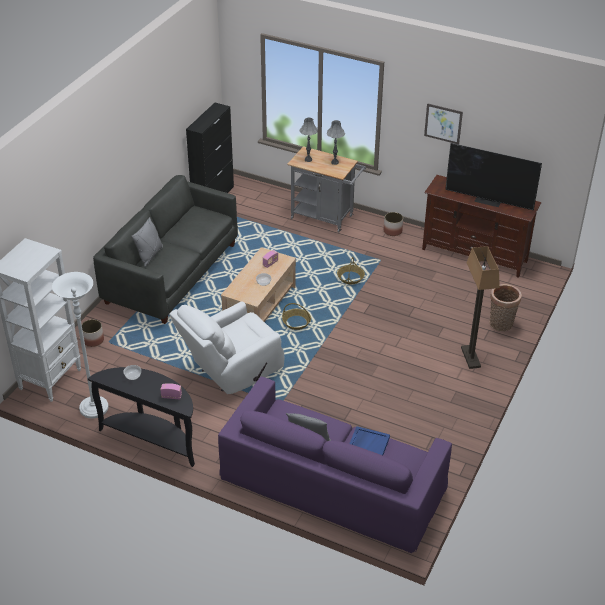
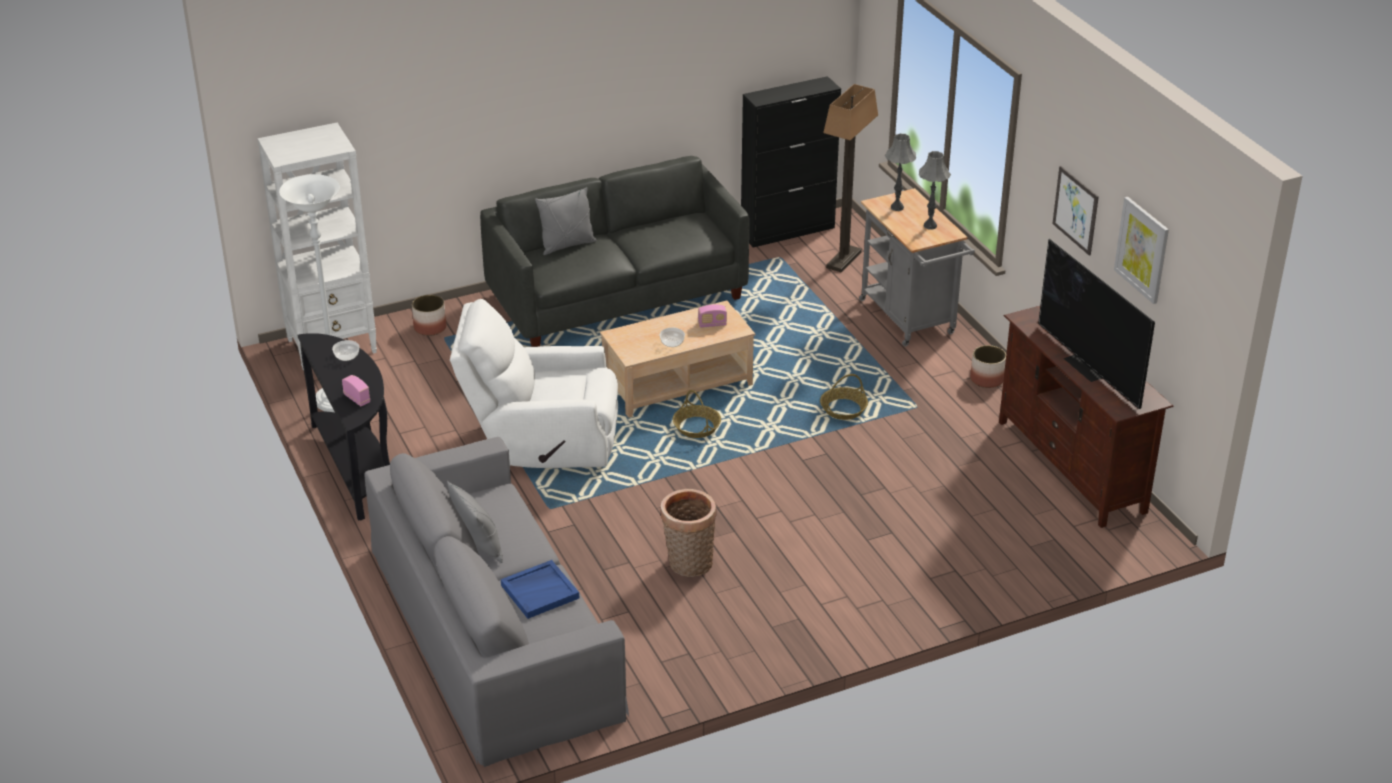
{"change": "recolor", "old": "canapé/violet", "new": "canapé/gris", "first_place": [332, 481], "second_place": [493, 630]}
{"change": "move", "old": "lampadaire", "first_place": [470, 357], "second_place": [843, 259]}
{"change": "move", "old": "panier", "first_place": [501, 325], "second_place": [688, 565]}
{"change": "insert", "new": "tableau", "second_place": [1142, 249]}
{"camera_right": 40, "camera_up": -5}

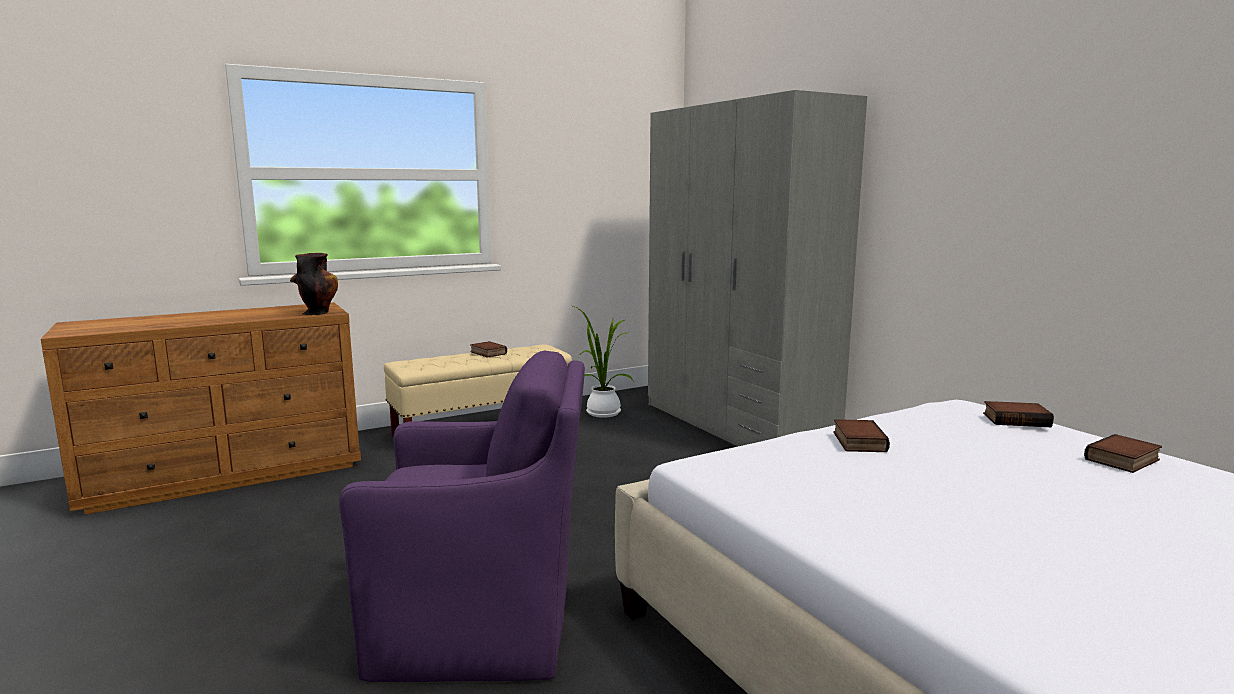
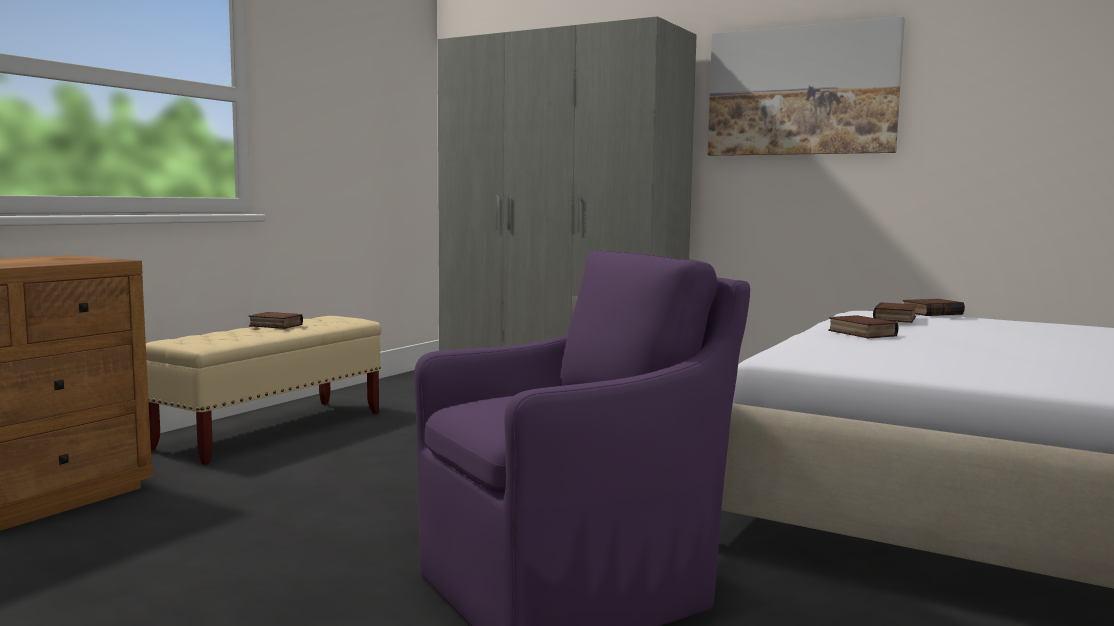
{"change": "delete", "old": "vase", "first_place": [317, 312]}
{"change": "delete", "old": "plante en pot", "first_place": [601, 412]}
{"change": "move", "old": "livre", "first_place": [1123, 460], "second_place": [896, 318]}
{"change": "insert", "new": "tableau", "second_place": [801, 91]}
{"camera_right": -30, "camera_up": -5}

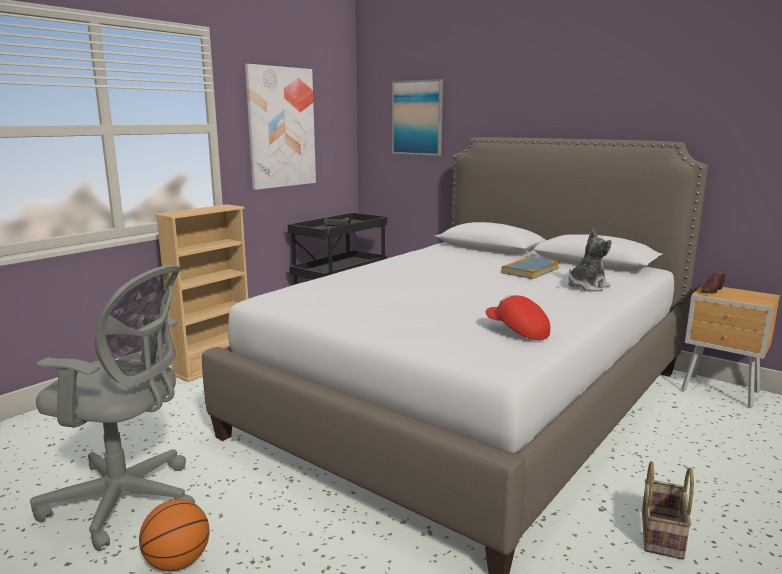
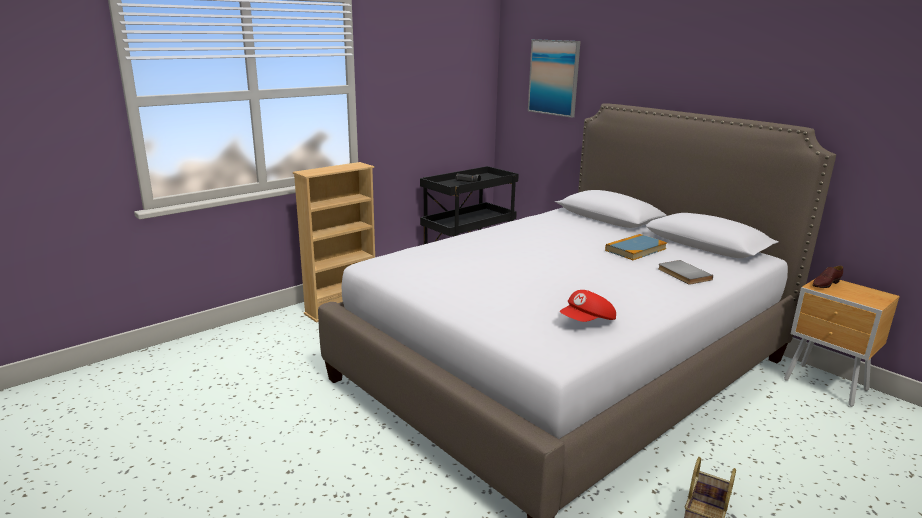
{"change": "delete", "old": "chaise de bureau/gris", "first_place": [127, 501]}
{"change": "delete", "old": "ballon de basket", "first_place": [178, 562]}
{"change": "delete", "old": "tableau", "first_place": [281, 127]}
{"change": "rotate", "old": "casquette/rouge", "first_place": [517, 332], "second_place": [587, 322], "degrees": -90}
{"change": "replace", "old": "peluche", "new": "livre/gris", "first_place": [586, 287], "second_place": [682, 274]}
{"camera_right": 10, "camera_up": 5}

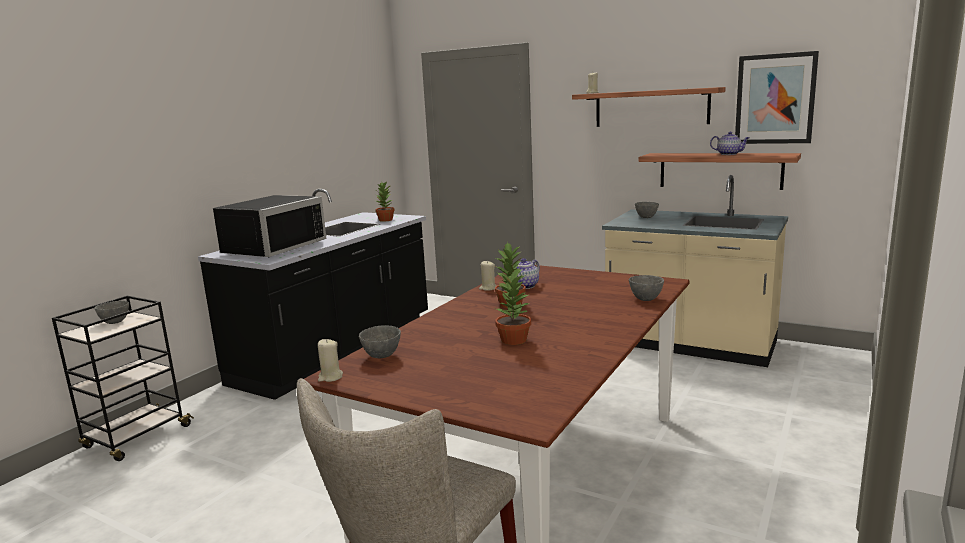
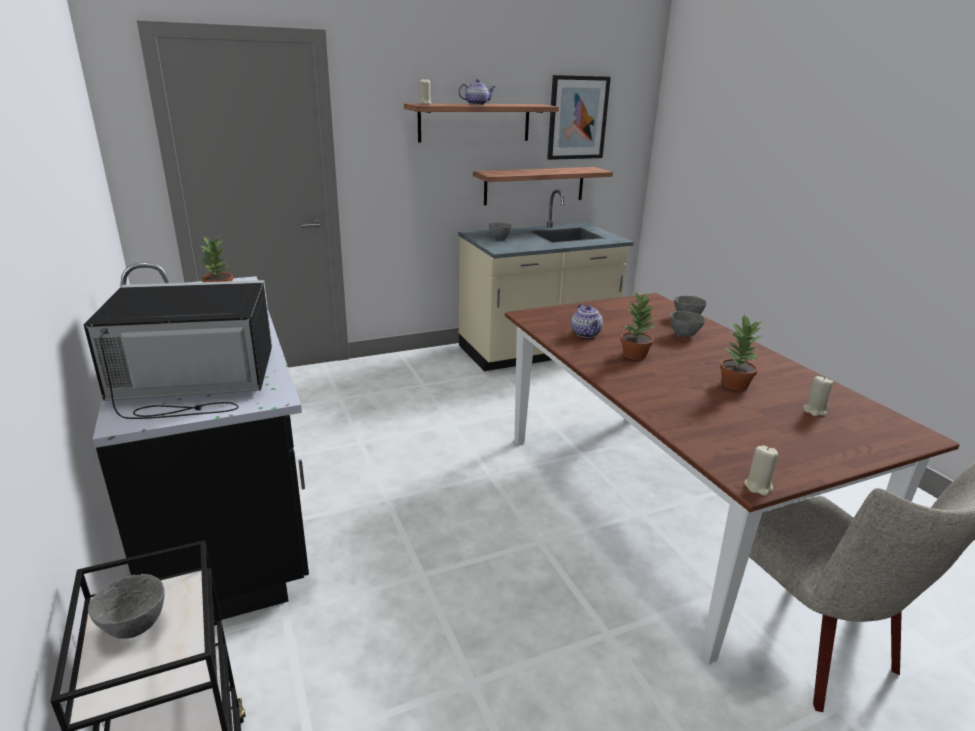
{"change": "rotate", "old": "micro-ondes/noir", "first_place": [270, 248], "second_place": [193, 380], "degrees": -75}
{"change": "move", "old": "bol/gris", "first_place": [382, 356], "second_place": [684, 335]}
{"change": "move", "old": "bougie/beige", "first_place": [488, 288], "second_place": [815, 411]}
{"change": "move", "old": "théière", "first_place": [729, 154], "second_place": [477, 104]}
{"camera_right": -55, "camera_up": 10}

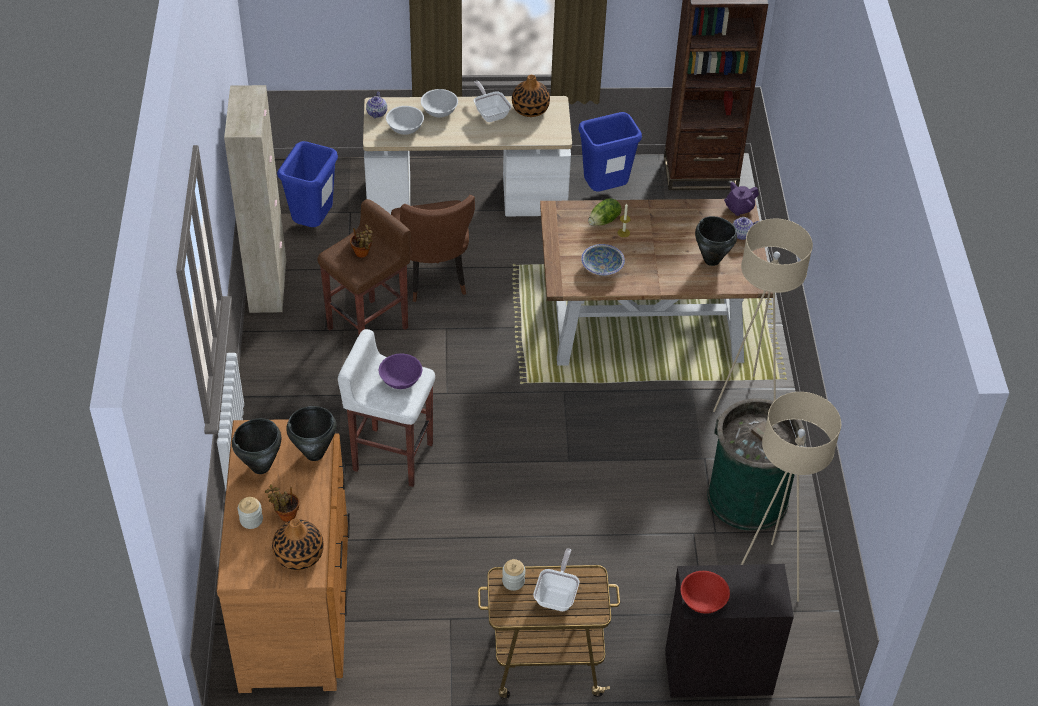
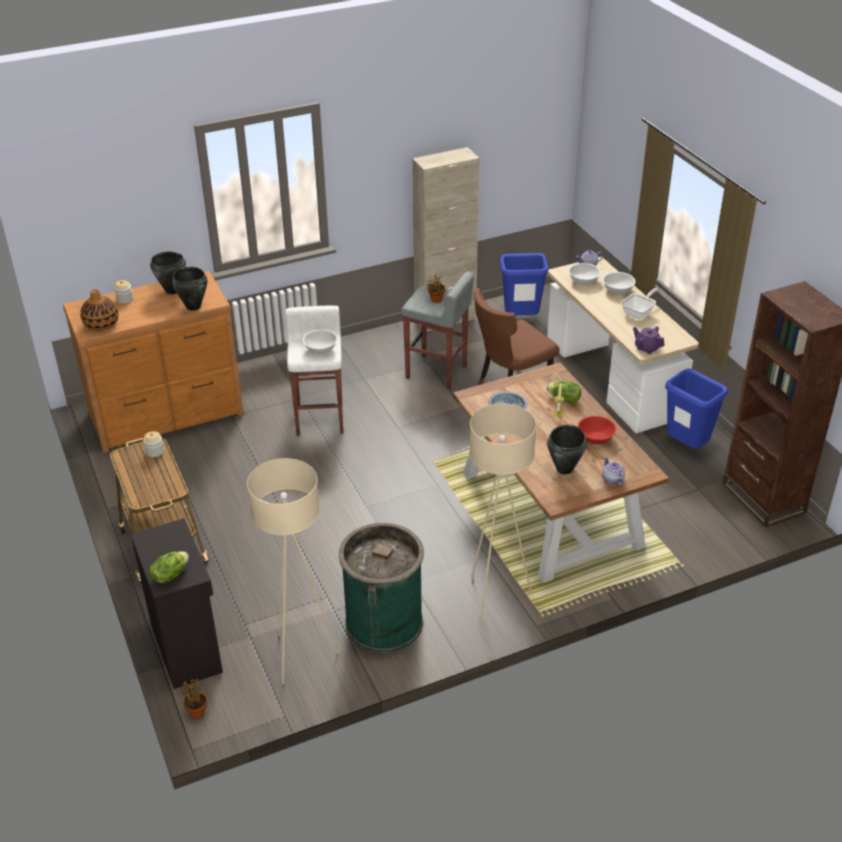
{"change": "move", "old": "plante en pot", "first_place": [285, 515], "second_place": [197, 711]}
{"change": "recolor", "old": "tabouret/marron", "new": "tabouret/gris", "first_place": [369, 328], "second_place": [437, 373]}
{"change": "recolor", "old": "bol/violet", "new": "bol/blanc", "first_place": [400, 380], "second_place": [321, 349]}
{"change": "delete", "old": "vase", "first_place": [530, 109]}
{"change": "delete", "old": "poêle", "first_place": [557, 595]}
{"change": "move", "old": "bol/rouge", "first_place": [702, 601], "second_place": [595, 438]}
{"change": "move", "old": "théière/violet", "first_place": [739, 208], "second_place": [647, 348]}
{"change": "insert", "new": "laitue", "second_place": [170, 575]}
{"camera_right": 70, "camera_up": -10}

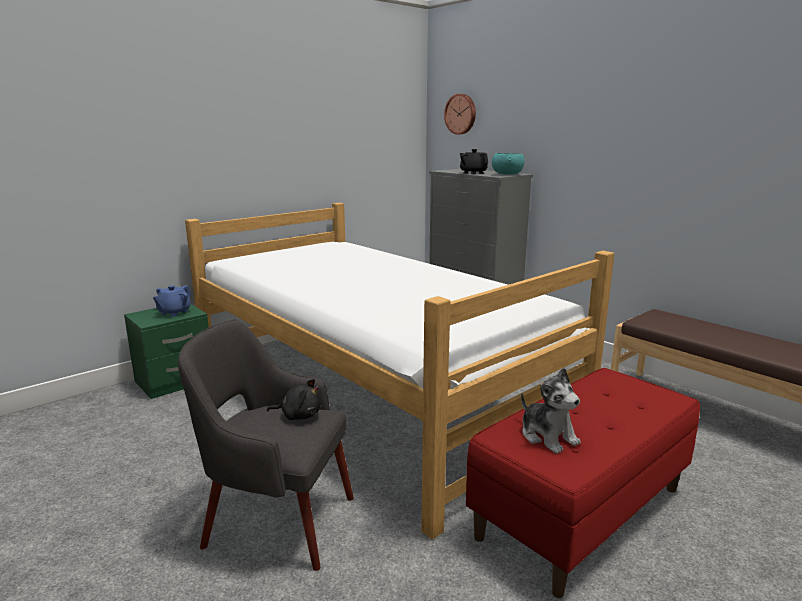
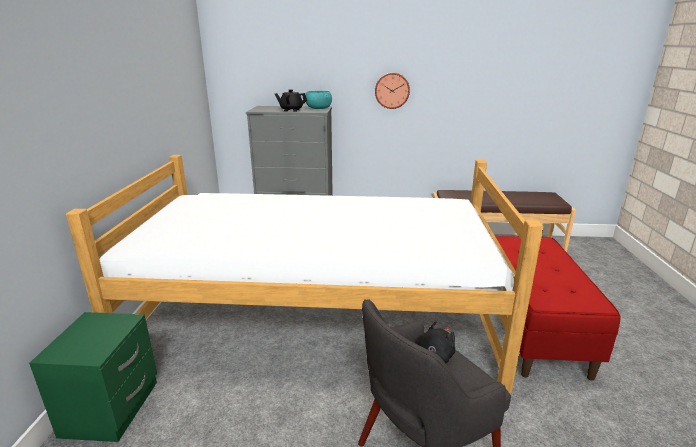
{"change": "delete", "old": "théière/bleu", "first_place": [174, 312]}
{"change": "move", "old": "horloge murale", "first_place": [461, 114], "second_place": [392, 90]}
{"change": "delete", "old": "peluche", "first_place": [548, 436]}
{"camera_right": -45, "camera_up": 5}

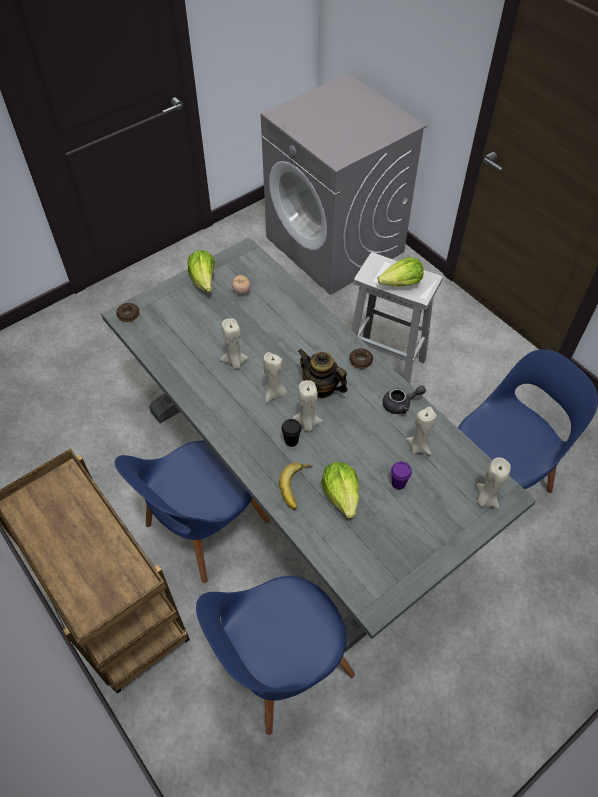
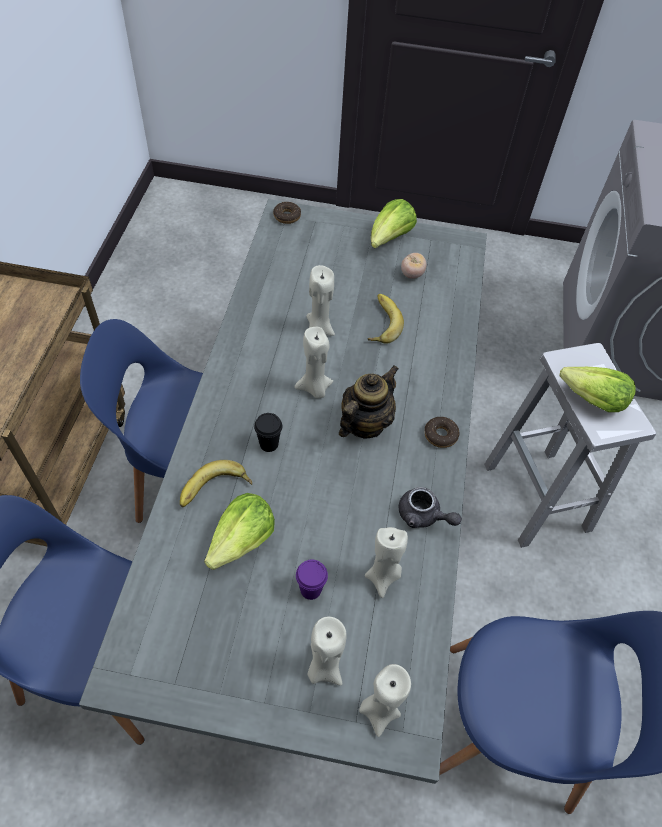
{"change": "move", "old": "bougie/beige", "first_place": [307, 423], "second_place": [323, 667]}
{"change": "rotate", "old": "théière", "first_place": [321, 388], "second_place": [364, 423], "degrees": 45}
{"change": "insert", "new": "banane", "second_place": [380, 322]}
{"camera_right": 45, "camera_up": 0}

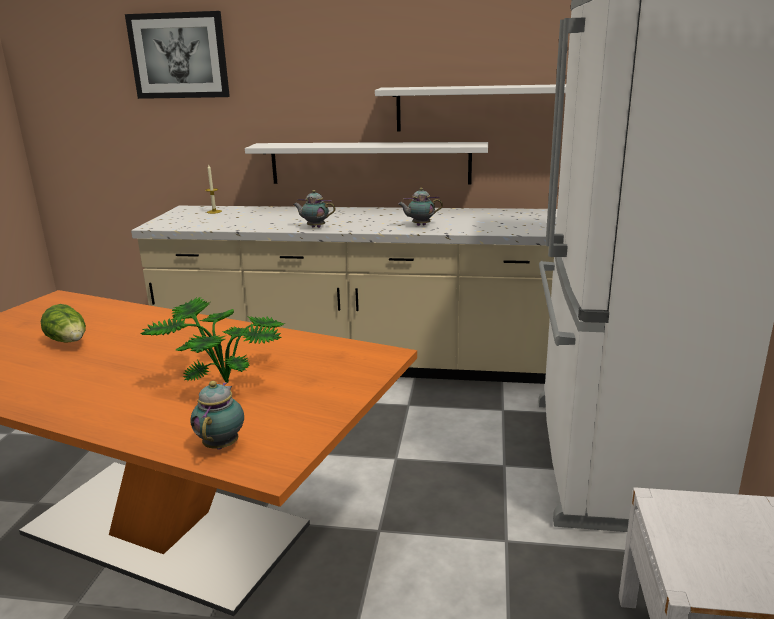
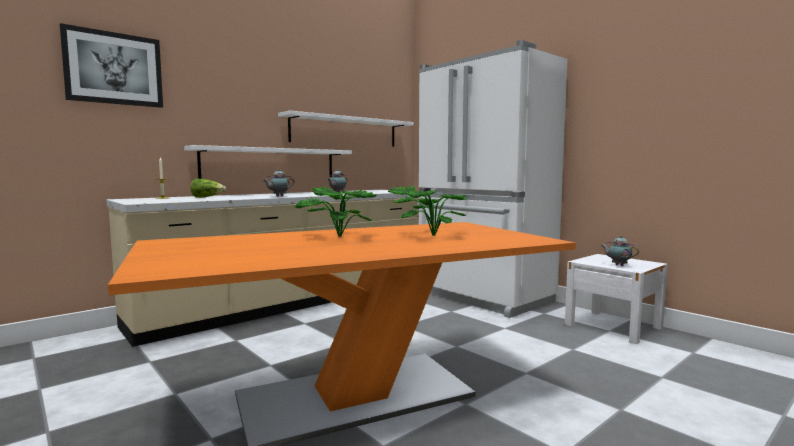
{"change": "move", "old": "laitue", "first_place": [69, 341], "second_place": [207, 197]}
{"change": "move", "old": "théière", "first_place": [222, 444], "second_place": [618, 265]}
{"change": "insert", "new": "plante en pot", "second_place": [336, 237]}
{"camera_right": -50, "camera_up": -15}

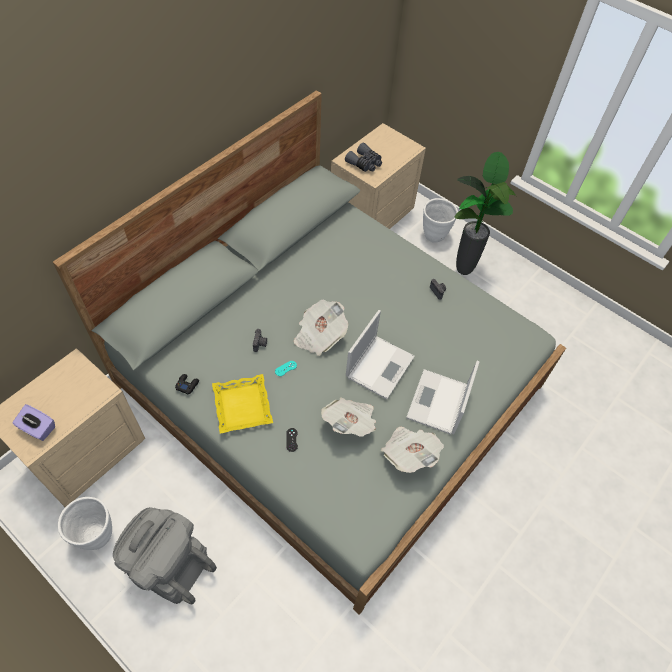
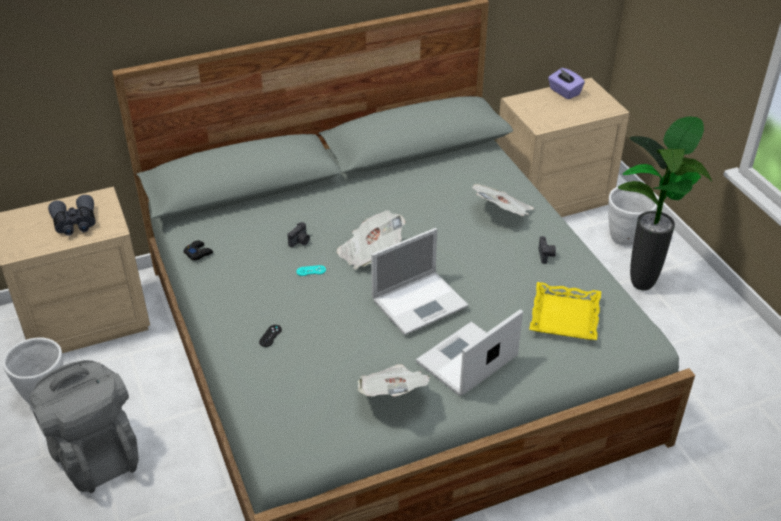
{"change": "move", "old": "boîte à mouchoirs/violet", "first_place": [38, 428], "second_place": [564, 92]}
{"change": "move", "old": "plateau/jaune", "first_place": [242, 406], "second_place": [564, 316]}
{"change": "move", "old": "journal", "first_place": [350, 423], "second_place": [503, 213]}
{"change": "move", "old": "jumelles/gris", "first_place": [365, 163], "second_place": [75, 223]}
{"camera_right": 30, "camera_up": -15}

